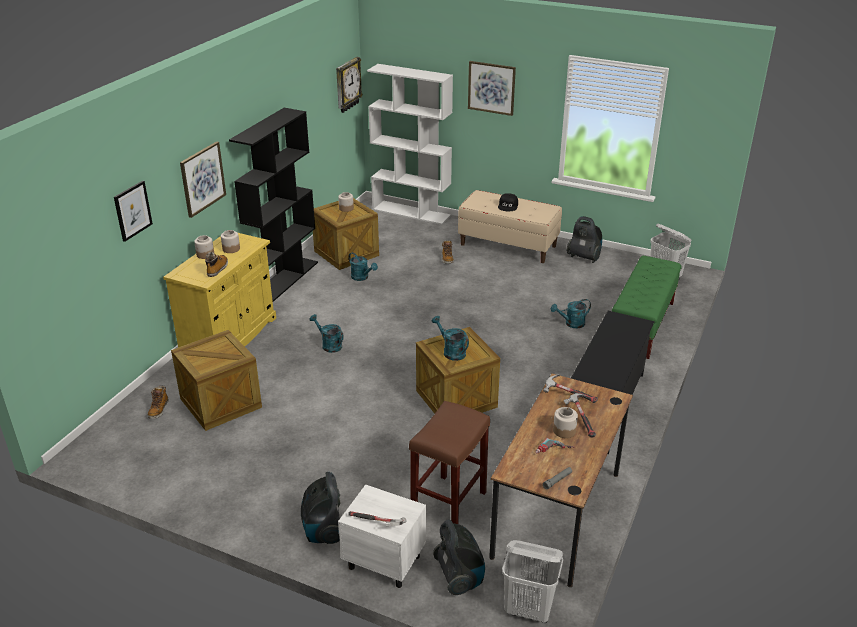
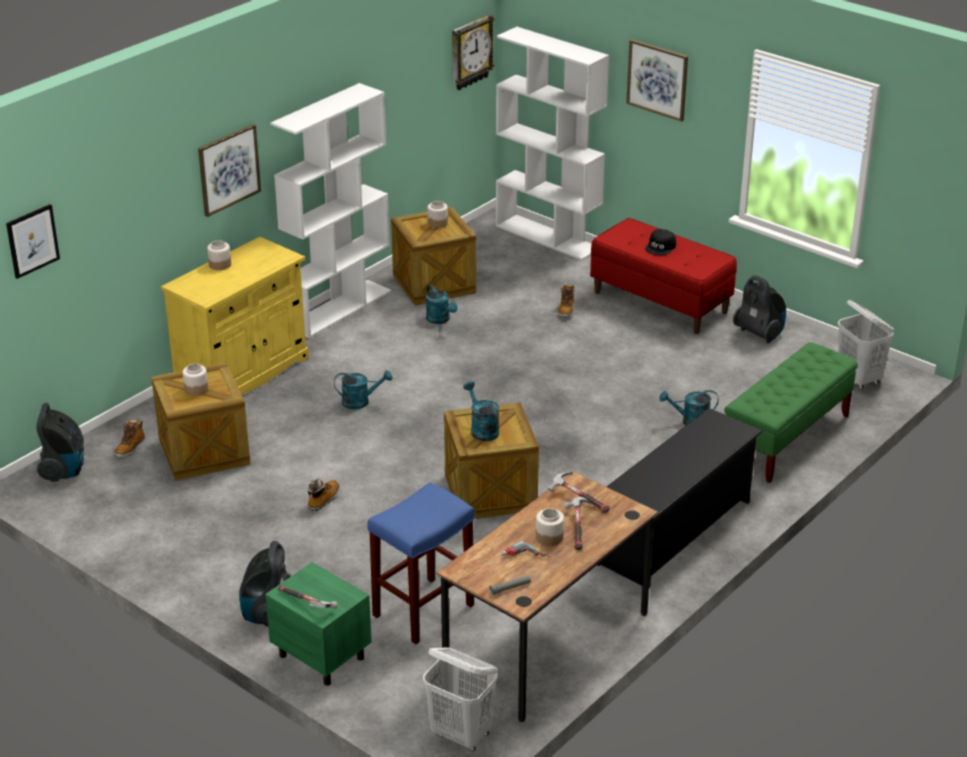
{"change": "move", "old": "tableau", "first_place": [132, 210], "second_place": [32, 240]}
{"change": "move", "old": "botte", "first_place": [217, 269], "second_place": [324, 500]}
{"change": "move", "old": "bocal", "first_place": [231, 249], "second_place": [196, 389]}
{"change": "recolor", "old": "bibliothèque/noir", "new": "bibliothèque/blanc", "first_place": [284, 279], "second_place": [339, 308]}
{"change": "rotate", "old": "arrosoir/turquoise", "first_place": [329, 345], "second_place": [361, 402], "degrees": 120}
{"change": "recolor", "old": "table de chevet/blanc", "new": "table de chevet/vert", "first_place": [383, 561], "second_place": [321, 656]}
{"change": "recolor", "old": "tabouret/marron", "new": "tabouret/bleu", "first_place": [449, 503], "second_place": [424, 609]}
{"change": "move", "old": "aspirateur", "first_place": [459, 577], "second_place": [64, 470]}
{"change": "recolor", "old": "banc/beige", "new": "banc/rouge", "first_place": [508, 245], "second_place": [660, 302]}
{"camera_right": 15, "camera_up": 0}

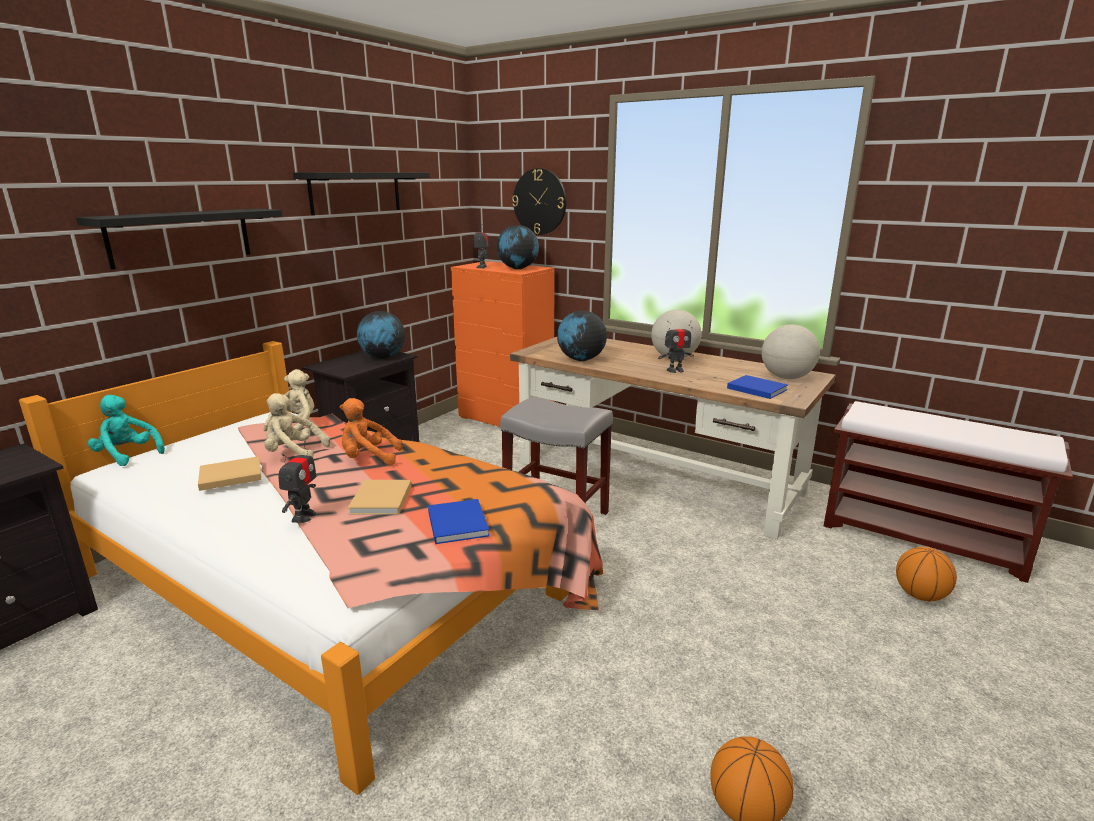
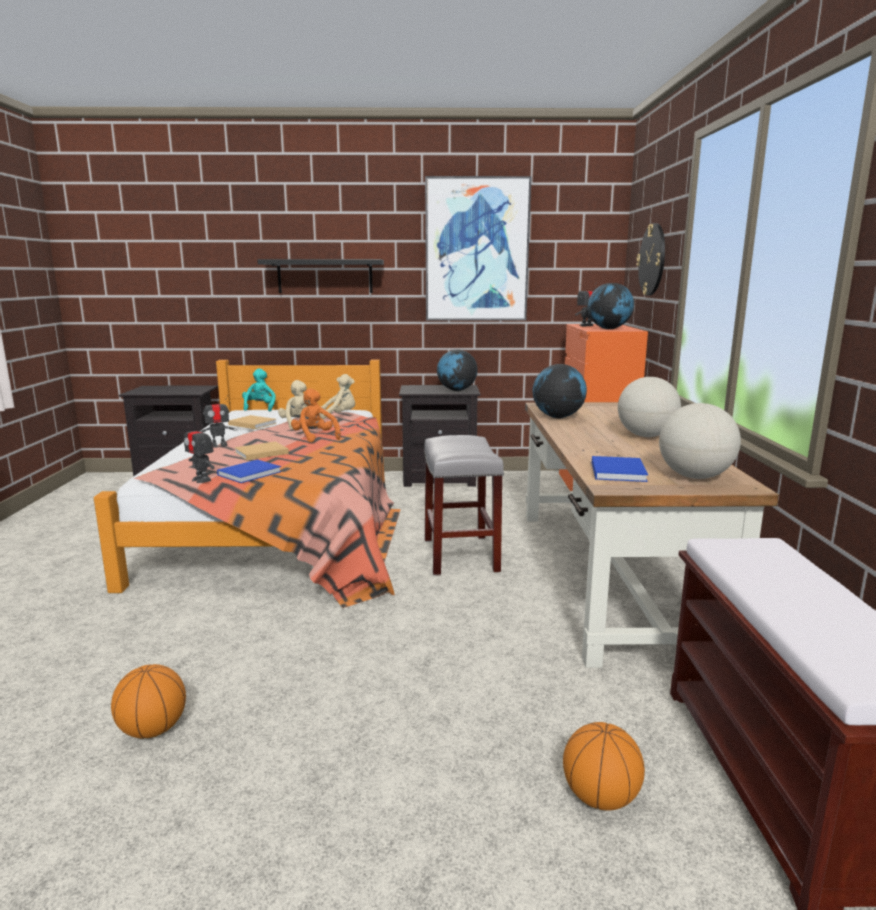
{"change": "replace", "old": "étagère/noir", "new": "tableau", "first_place": [356, 192], "second_place": [476, 250]}
{"change": "move", "old": "robot jouet", "first_place": [675, 370], "second_place": [202, 480]}
{"camera_right": 55, "camera_up": -5}

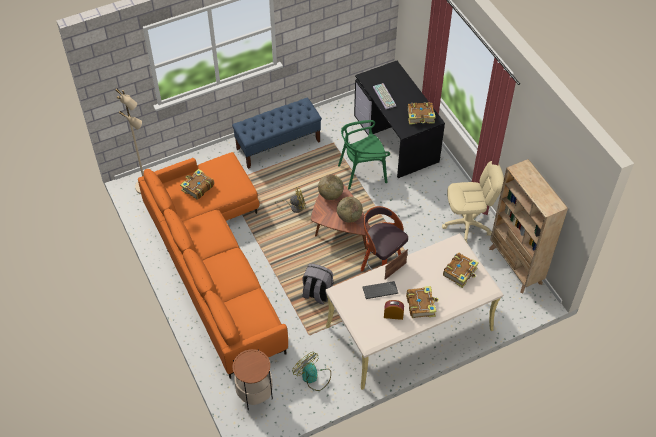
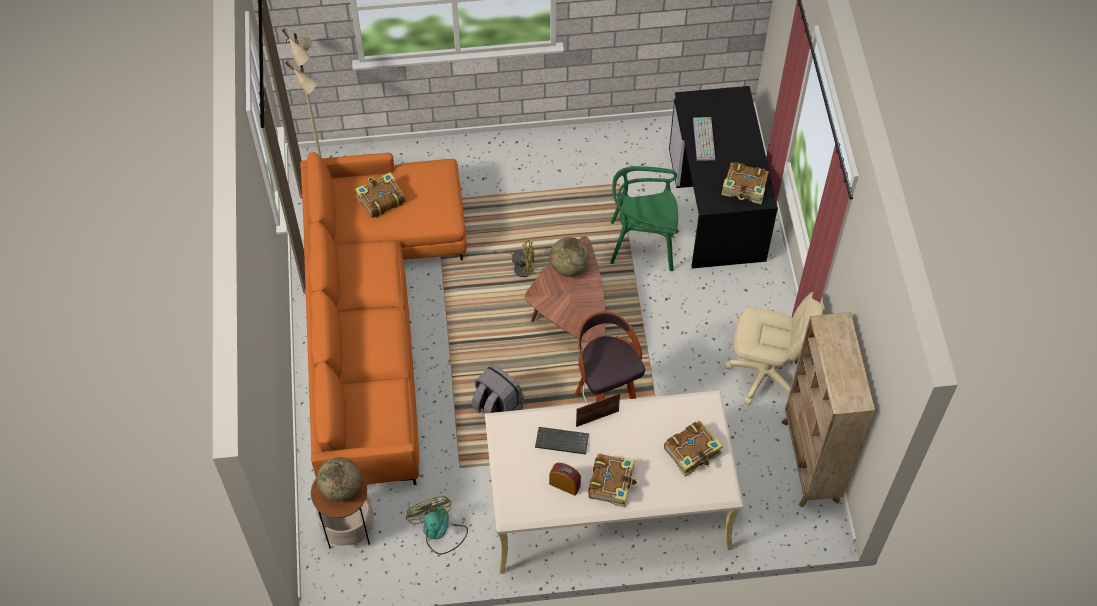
{"change": "delete", "old": "banc/bleu", "first_place": [278, 145]}
{"change": "move", "old": "globe", "first_place": [349, 217], "second_place": [341, 488]}
{"camera_right": 20, "camera_up": 5}

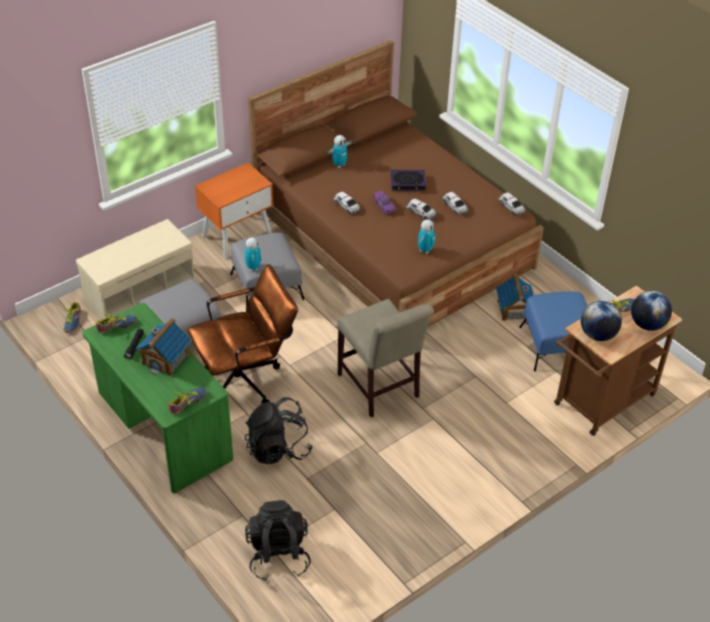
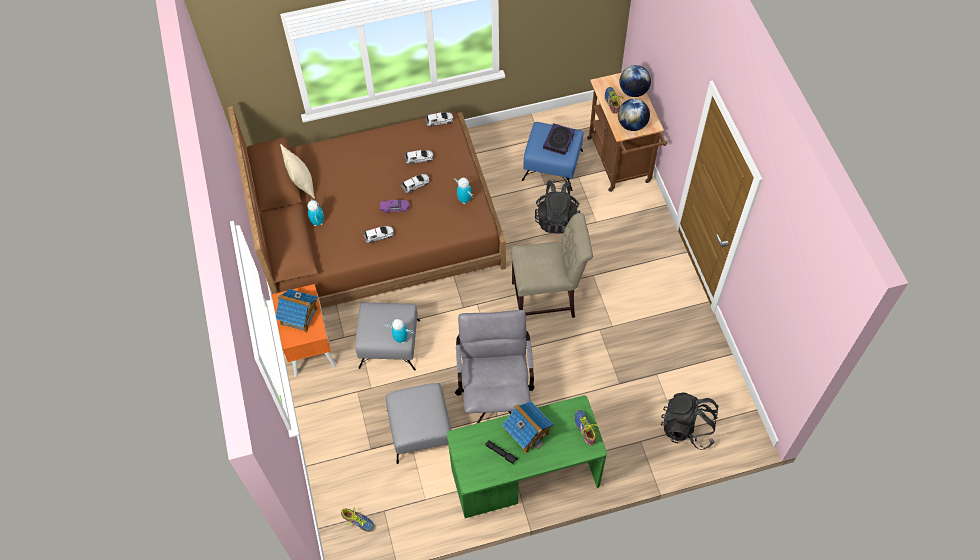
{"change": "delete", "old": "banc/beige", "first_place": [140, 292]}
{"change": "delete", "old": "chaussure", "first_place": [116, 326]}
{"change": "recolor", "old": "chaise de bureau/marron", "new": "chaise de bureau/gris", "first_place": [246, 379], "second_place": [495, 394]}
{"change": "move", "old": "sac à dos/noir", "first_place": [278, 448], "second_place": [556, 218]}
{"change": "move", "old": "livre", "first_place": [408, 183], "second_place": [559, 141]}
{"change": "move", "old": "maison miniature", "first_place": [514, 310], "second_place": [299, 316]}
{"change": "insert", "new": "coussin/beige", "second_place": [302, 184]}
{"camera_right": -65, "camera_up": 15}

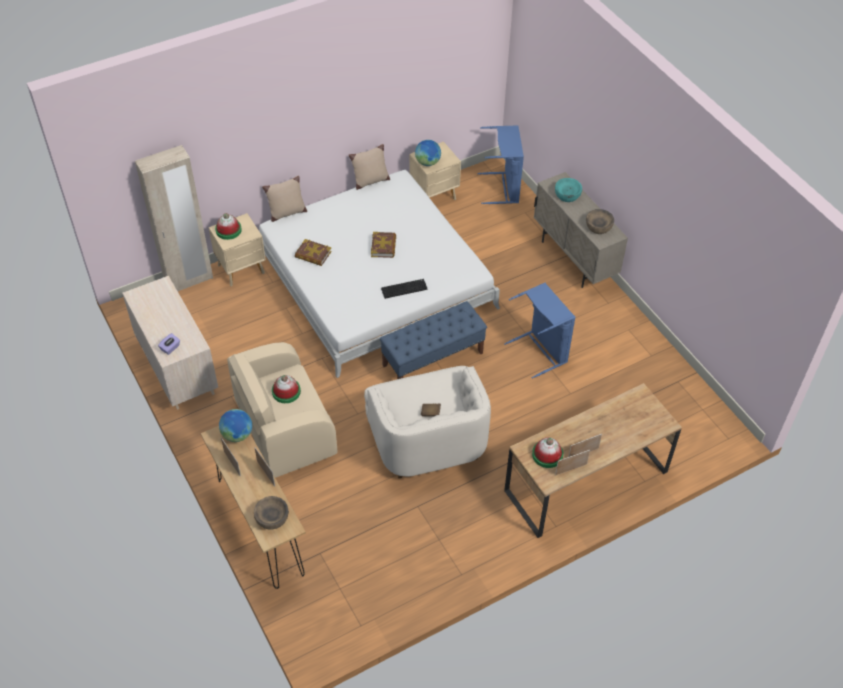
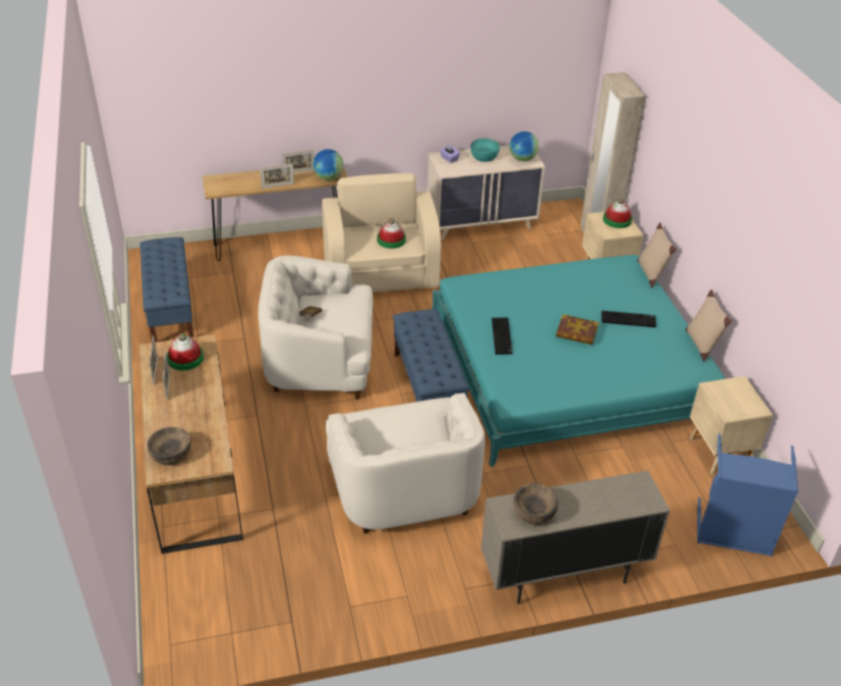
{"change": "move", "old": "bol/marron", "first_place": [272, 518], "second_place": [171, 454]}
{"change": "recolor", "old": "lit/blanc", "new": "lit/turquoise", "first_place": [374, 279], "second_place": [569, 367]}
{"change": "delete", "old": "livre", "first_place": [313, 255]}
{"change": "move", "old": "globe", "first_place": [427, 163], "second_place": [522, 159]}
{"change": "replace", "old": "panier à linge/bleu", "new": "fauteuil/blanc", "first_place": [541, 351], "second_place": [404, 487]}
{"change": "move", "old": "bol/turquoise", "first_place": [567, 195], "second_place": [484, 156]}
{"change": "insert", "new": "banc/bleu", "second_place": [170, 309]}
{"change": "insert", "new": "clavier", "second_place": [628, 319]}
{"camera_right": 105, "camera_up": -10}

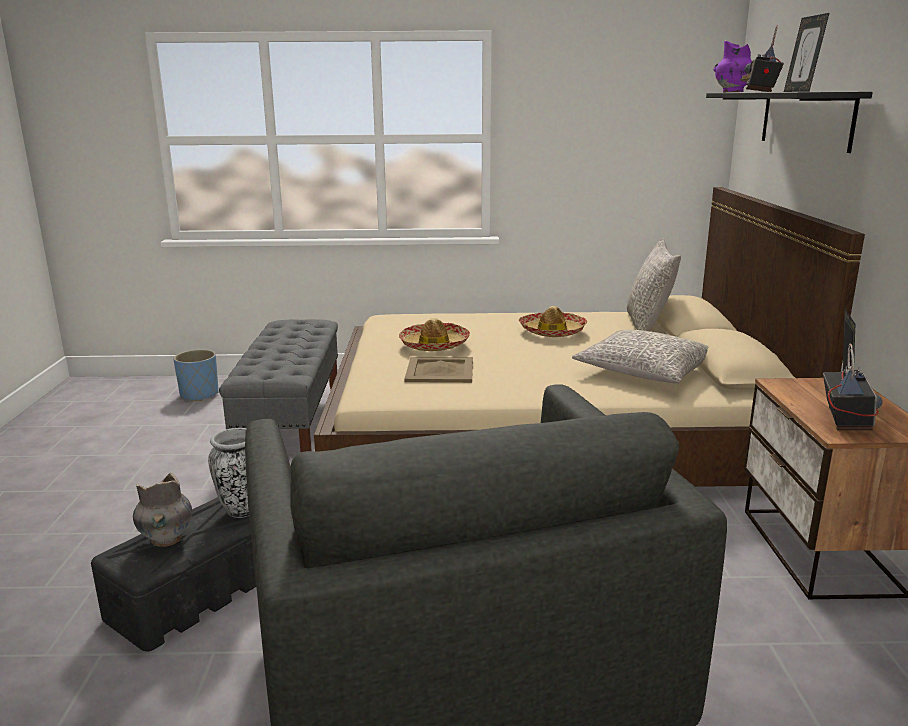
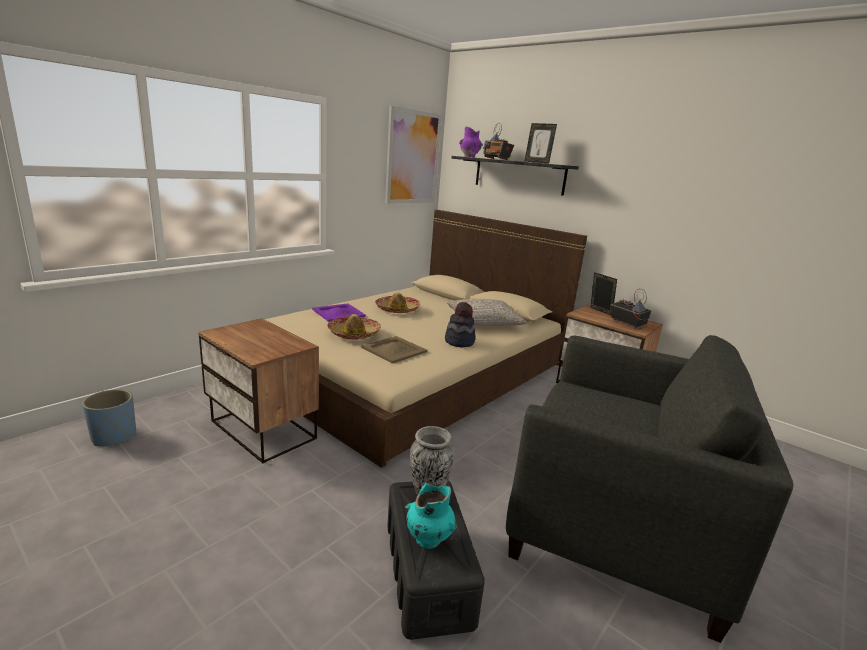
{"change": "recolor", "old": "vase/gris", "new": "vase/turquoise", "first_place": [166, 538], "second_place": [428, 539]}
{"change": "replace", "old": "banc/gris", "new": "table de chevet", "first_place": [292, 428], "second_place": [262, 431]}
{"change": "delete", "old": "coussin/gris", "first_place": [648, 325]}
{"change": "insert", "new": "plateau/violet", "second_place": [338, 313]}
{"change": "insert", "new": "tableau", "second_place": [412, 157]}
{"change": "insert", "new": "chapeau", "second_place": [459, 341]}
{"camera_right": -50, "camera_up": 0}

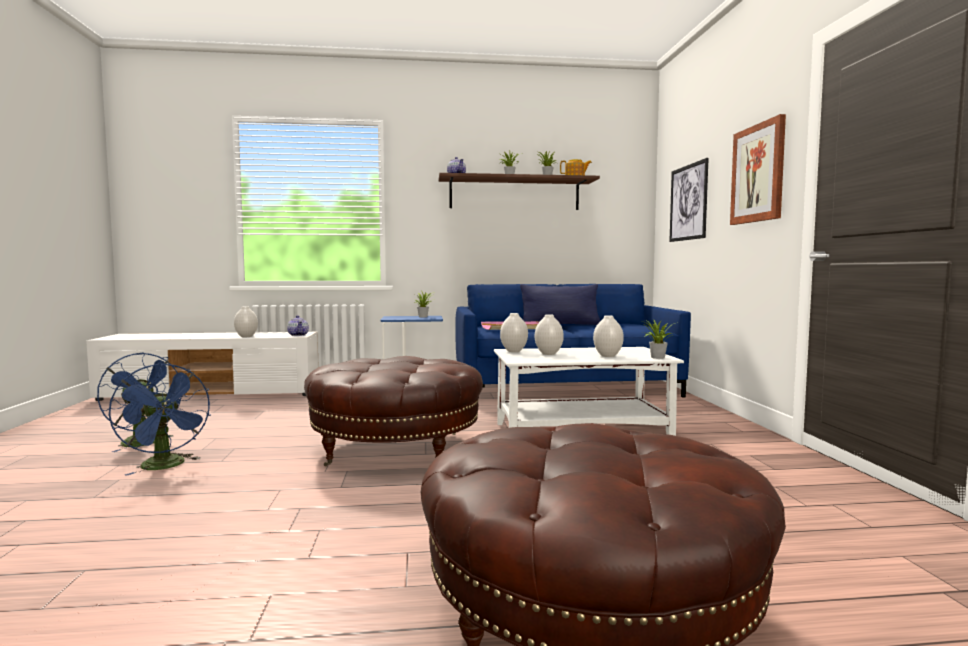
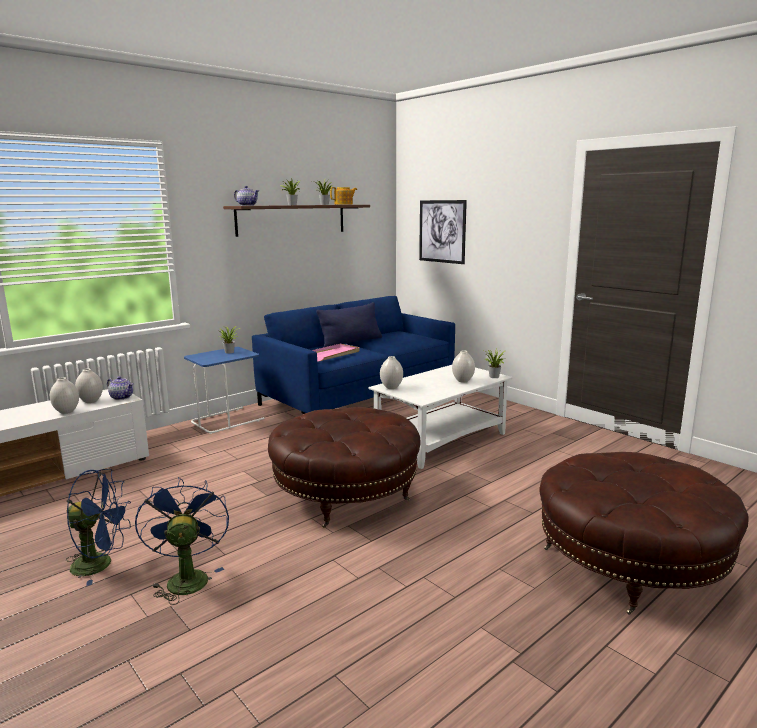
{"change": "rotate", "old": "ventilateur/bleu", "first_place": [166, 466], "second_place": [186, 577], "degrees": -120}
{"change": "move", "old": "vase/blanc", "first_place": [548, 354], "second_place": [90, 401]}
{"change": "delete", "old": "tableau", "first_place": [758, 173]}
{"camera_right": -35, "camera_up": 10}

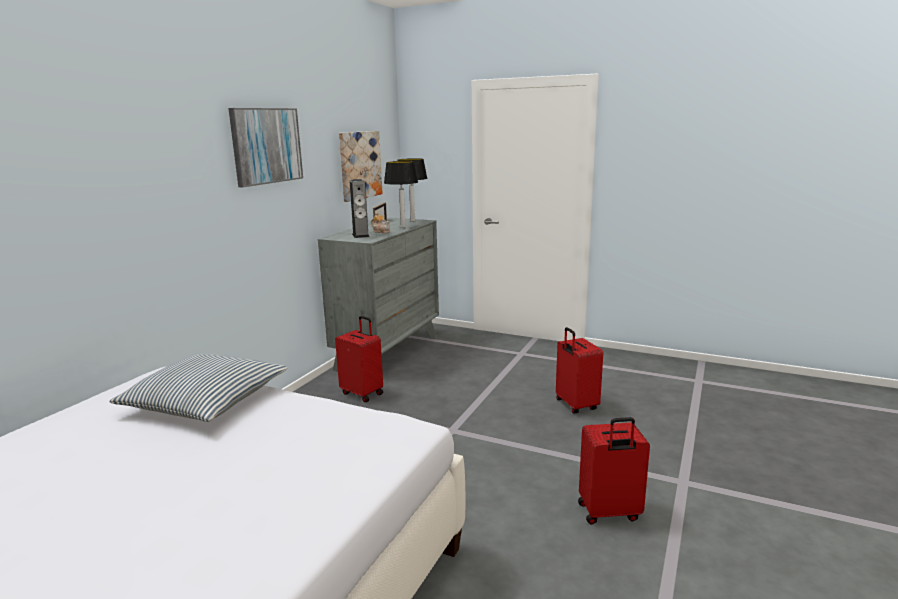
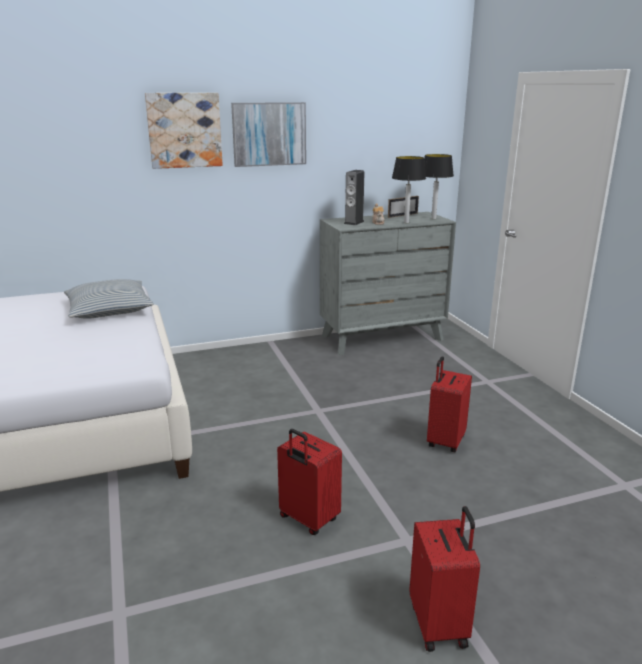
{"change": "move", "old": "valise/rouge", "first_place": [363, 393], "second_place": [440, 624]}
{"change": "move", "old": "tableau", "first_place": [359, 165], "second_place": [184, 130]}
{"camera_right": 45, "camera_up": 5}

